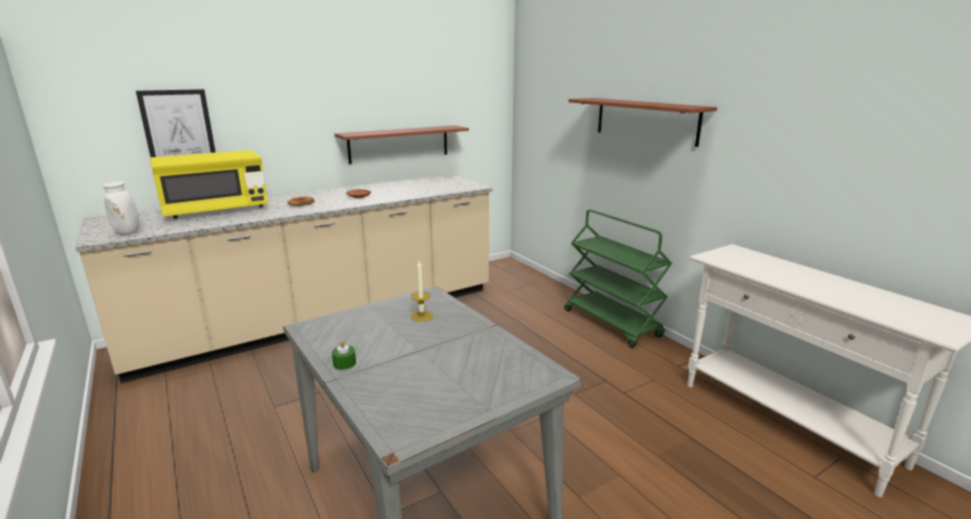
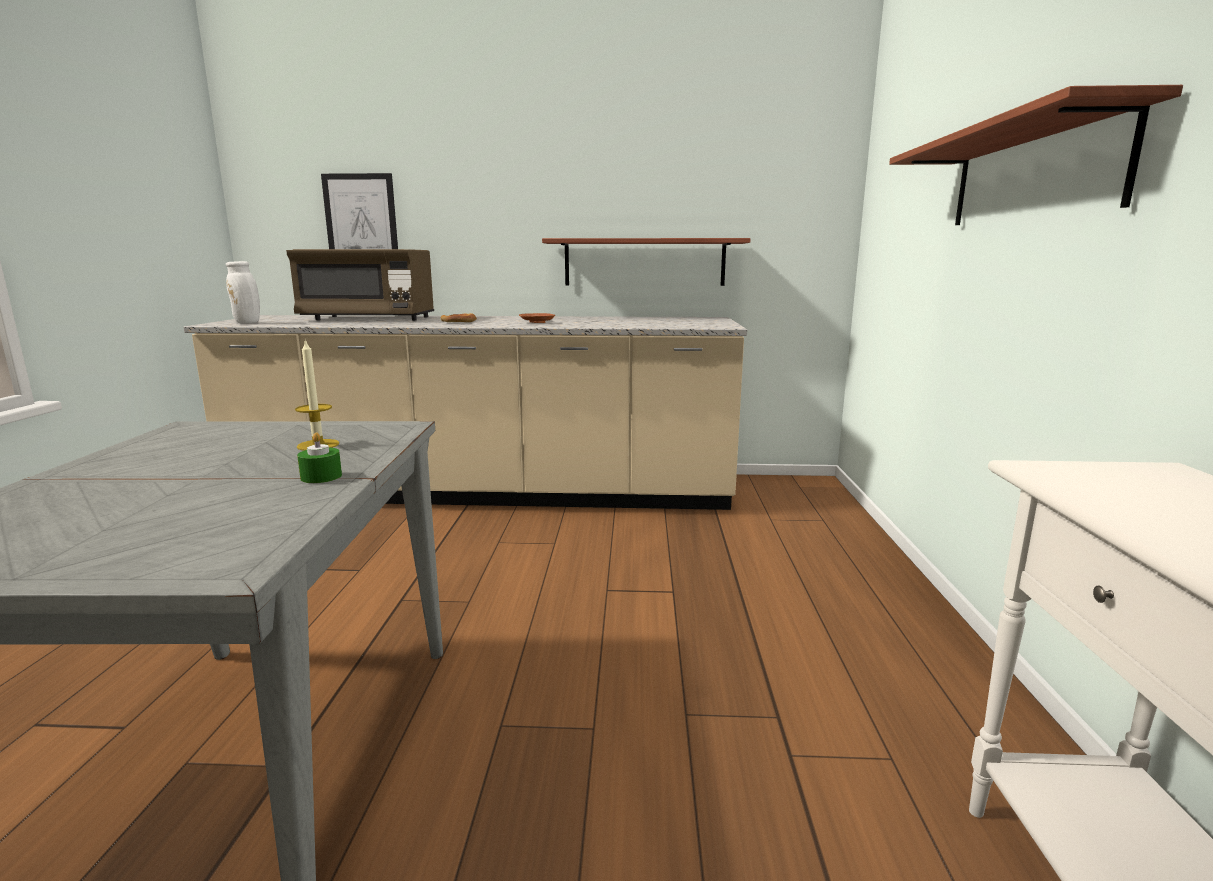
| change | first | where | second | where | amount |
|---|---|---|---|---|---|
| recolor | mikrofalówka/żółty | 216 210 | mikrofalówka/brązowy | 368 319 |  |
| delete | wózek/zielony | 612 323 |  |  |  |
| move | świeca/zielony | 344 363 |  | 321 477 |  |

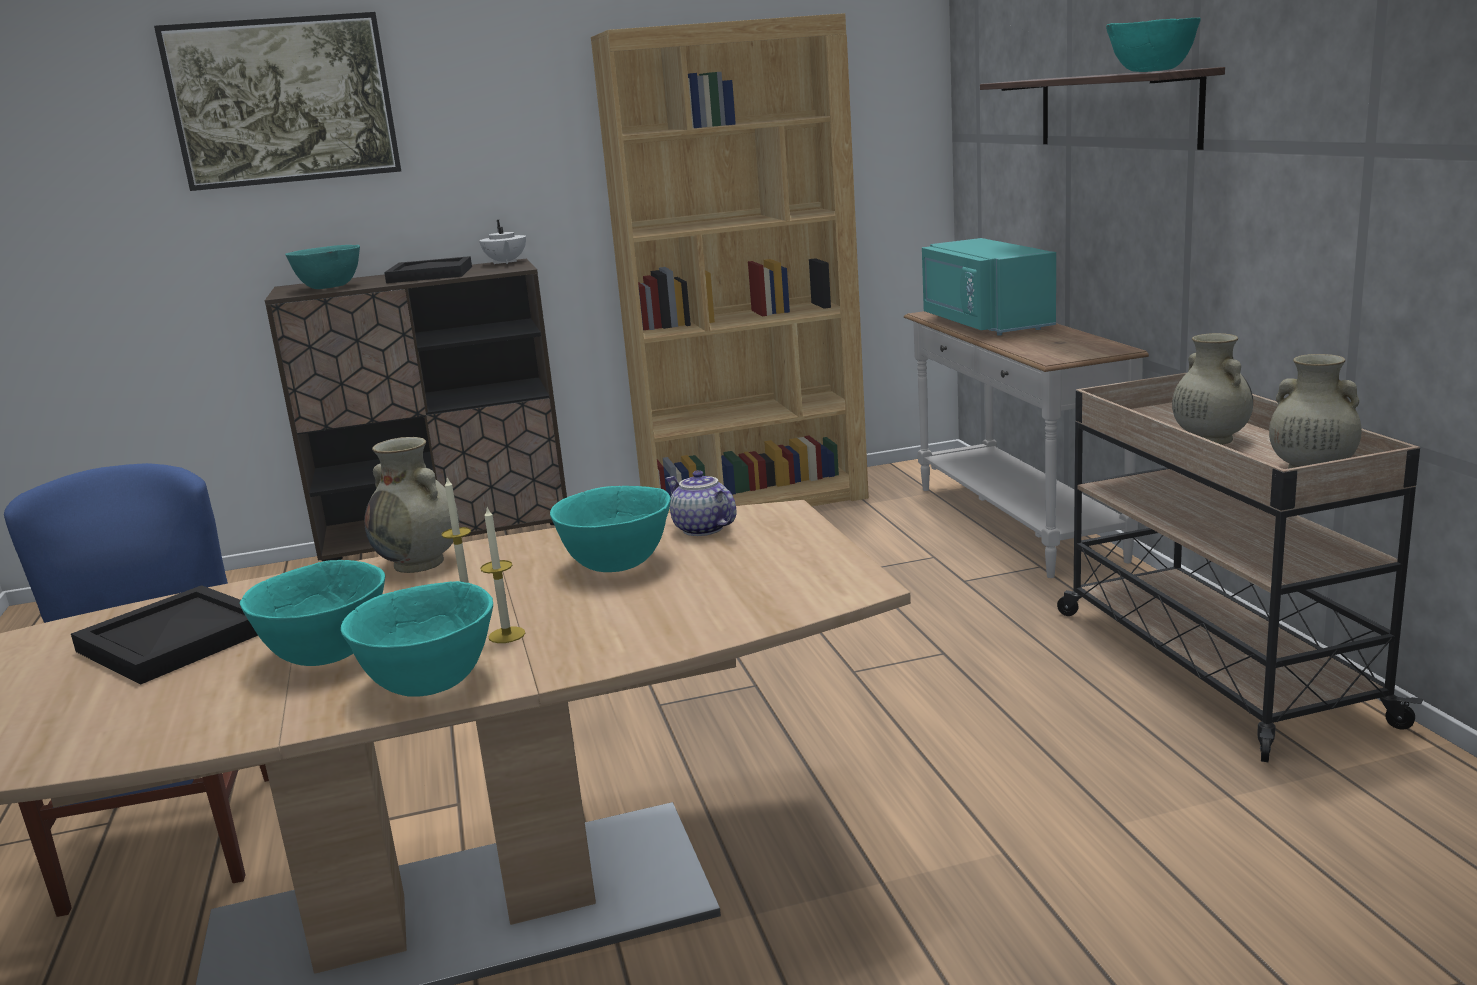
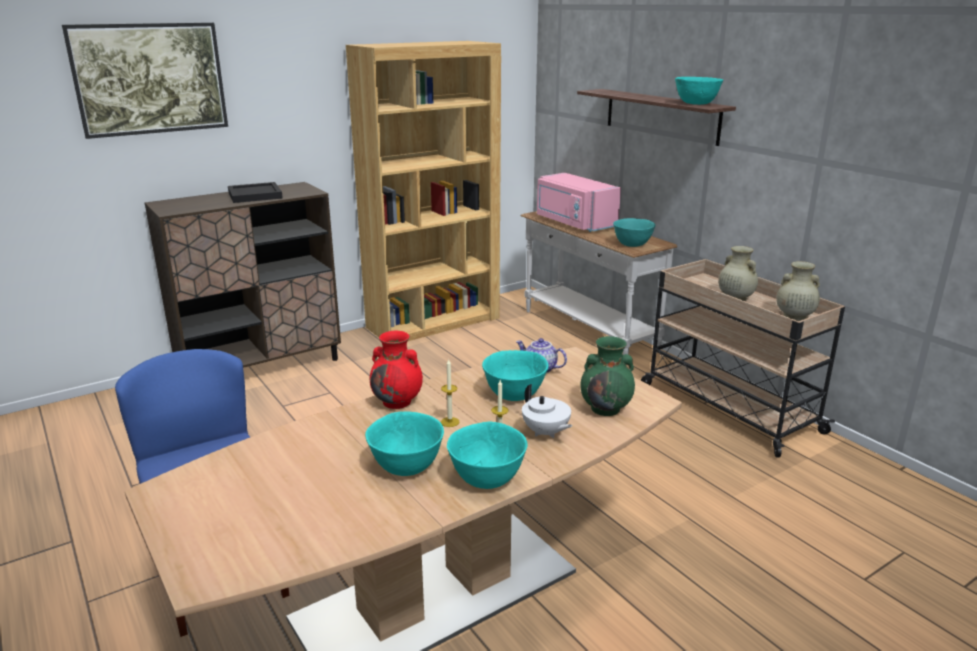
| change | first | where | second | where | amount |
|---|---|---|---|---|---|
| move | imbryk/biały | 505 262 |  | 545 433 |  |
| recolor | mikrofalówka/turkusowy | 983 324 | mikrofalówka/różowy | 574 223 |  |
| move | miska/turkusowy | 329 287 |  | 633 245 |  |
| recolor | wazon/beżowy | 420 563 | wazon/czerwony | 398 402 |  |
| delete | taca/czarny | 174 641 |  |  |  |
| insert |  |  | wazon/zielony | 606 408 |  |

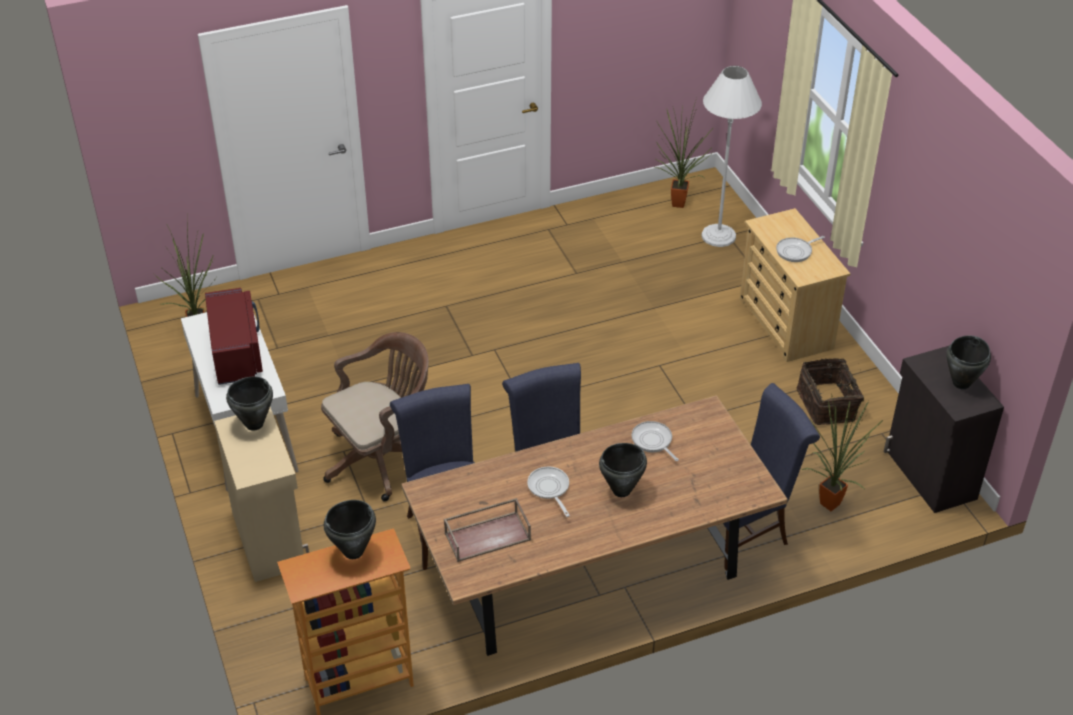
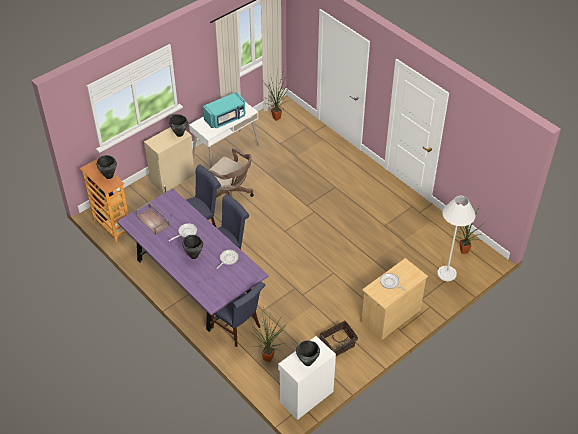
| change | first | where | second | where | amount |
|---|---|---|---|---|---|
| recolor | mikrofalówka/czerwony | 237 353 | mikrofalówka/turkusowy | 225 118 |  |
| recolor | szafka/czarny | 929 475 | szafka/biały | 305 396 |  |
| recolor | stół jadalny/brązowy | 590 569 | stół jadalny/fioletowy | 194 280 |  |

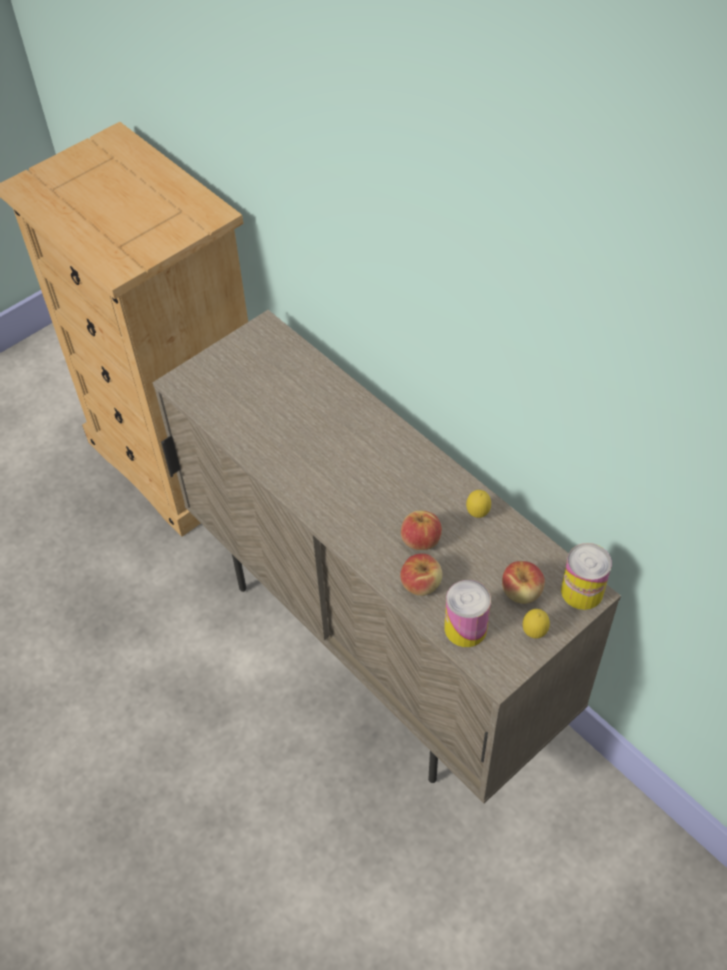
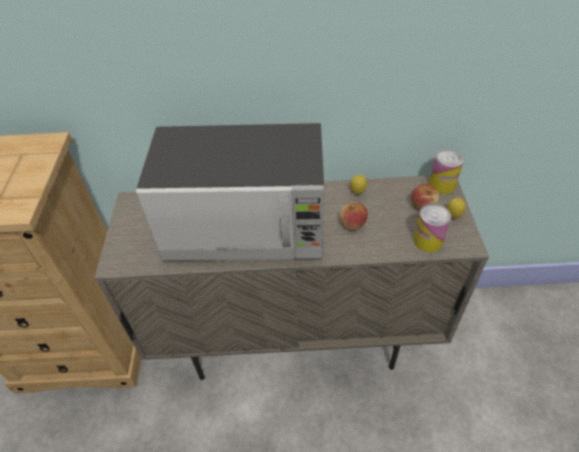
| change | first | where | second | where | amount |
|---|---|---|---|---|---|
| delete | jabłko | 421 584 |  |  |  |
| insert |  |  | mikrofalówka | 246 226 |  |

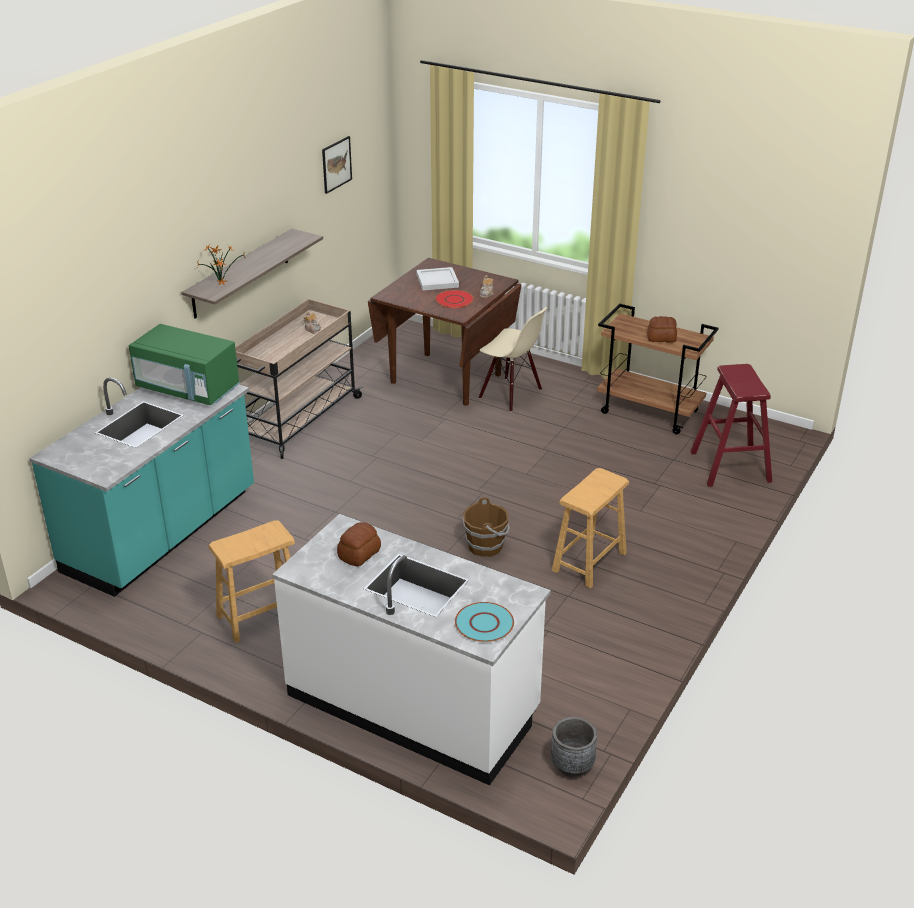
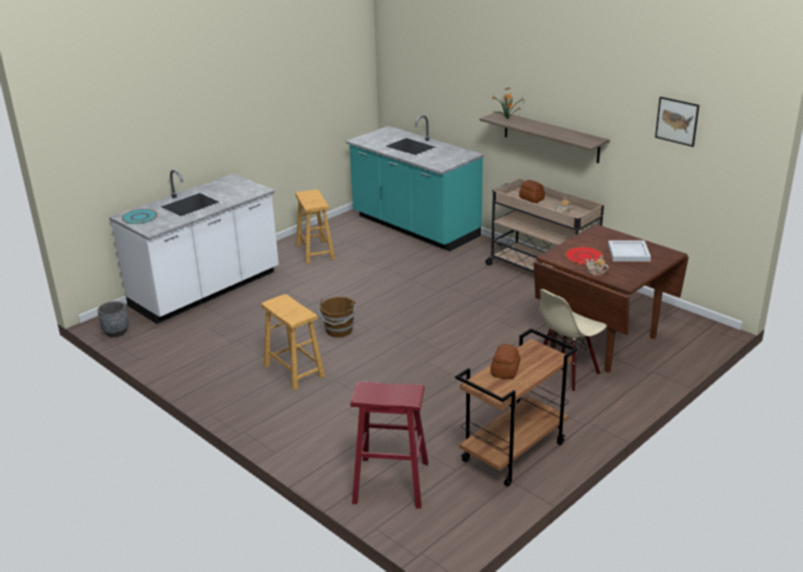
| change | first | where | second | where | amount |
|---|---|---|---|---|---|
| delete | mikrofalówka/zielony | 188 389 |  |  |  |
| move | chleb | 360 554 |  | 531 199 |  |

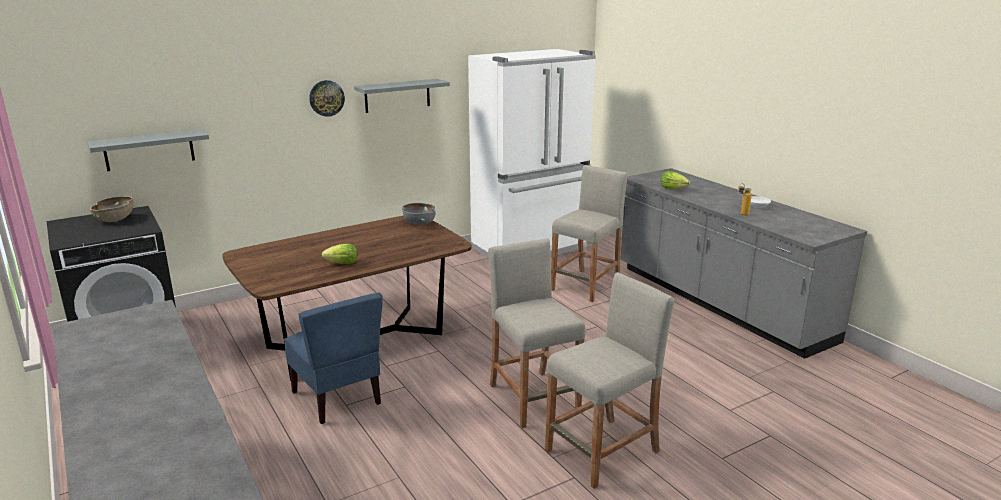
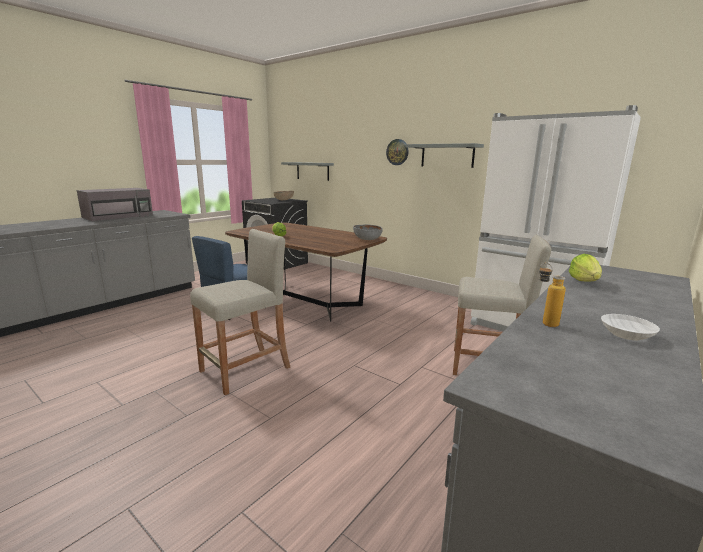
| change | first | where | second | where | amount |
|---|---|---|---|---|---|
| delete | stołek/beżowy | 603 451 |  |  |  |
| insert |  |  | mikrofalówka/szary | 119 216 |  |

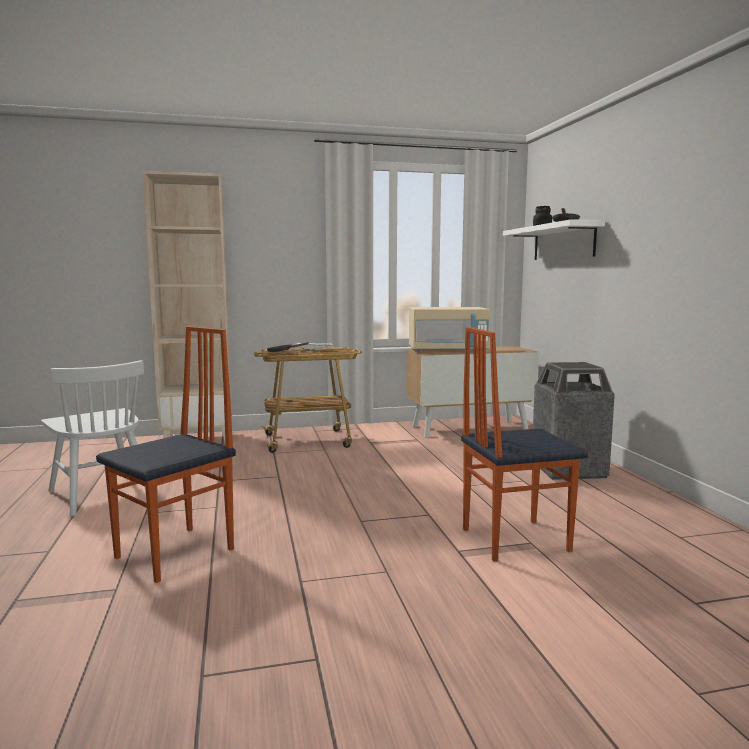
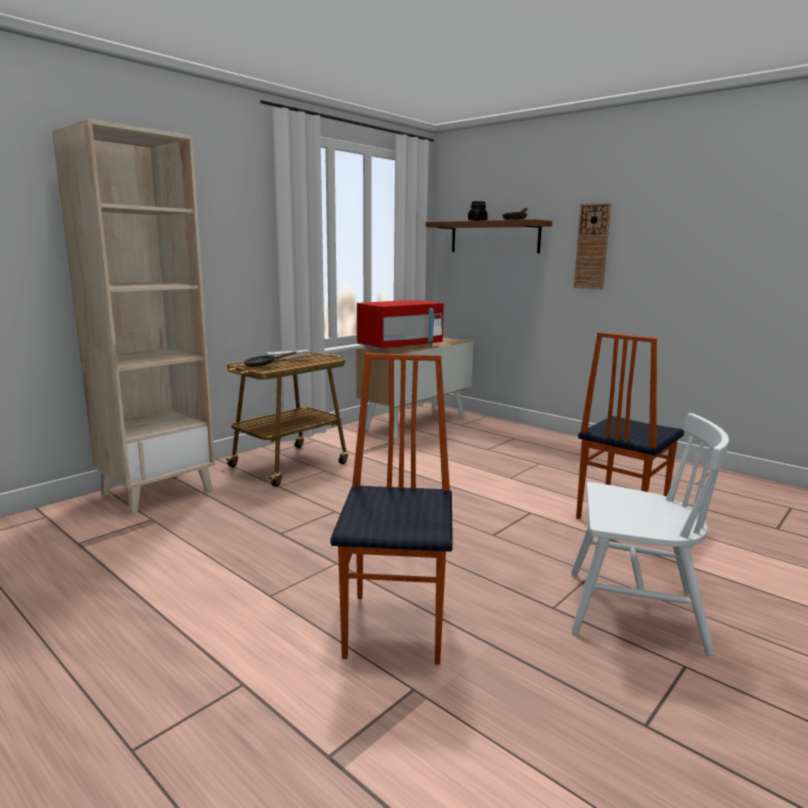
| change | first | where | second | where | amount |
|---|---|---|---|---|---|
| recolor | półka/biały | 563 242 | półka/brązowy | 494 237 |  |
| recolor | mikrofalówka/beżowy | 448 351 | mikrofalówka/czerwony | 400 347 |  |
| move | krzesło/biały | 101 494 |  | 633 611 |  |
| delete | kosz na śmieci | 568 470 |  |  |  |
| insert |  |  | zegar ścienny | 592 246 |  |

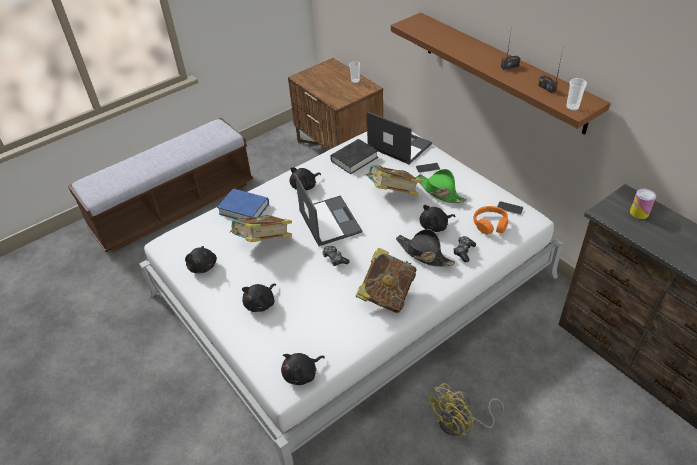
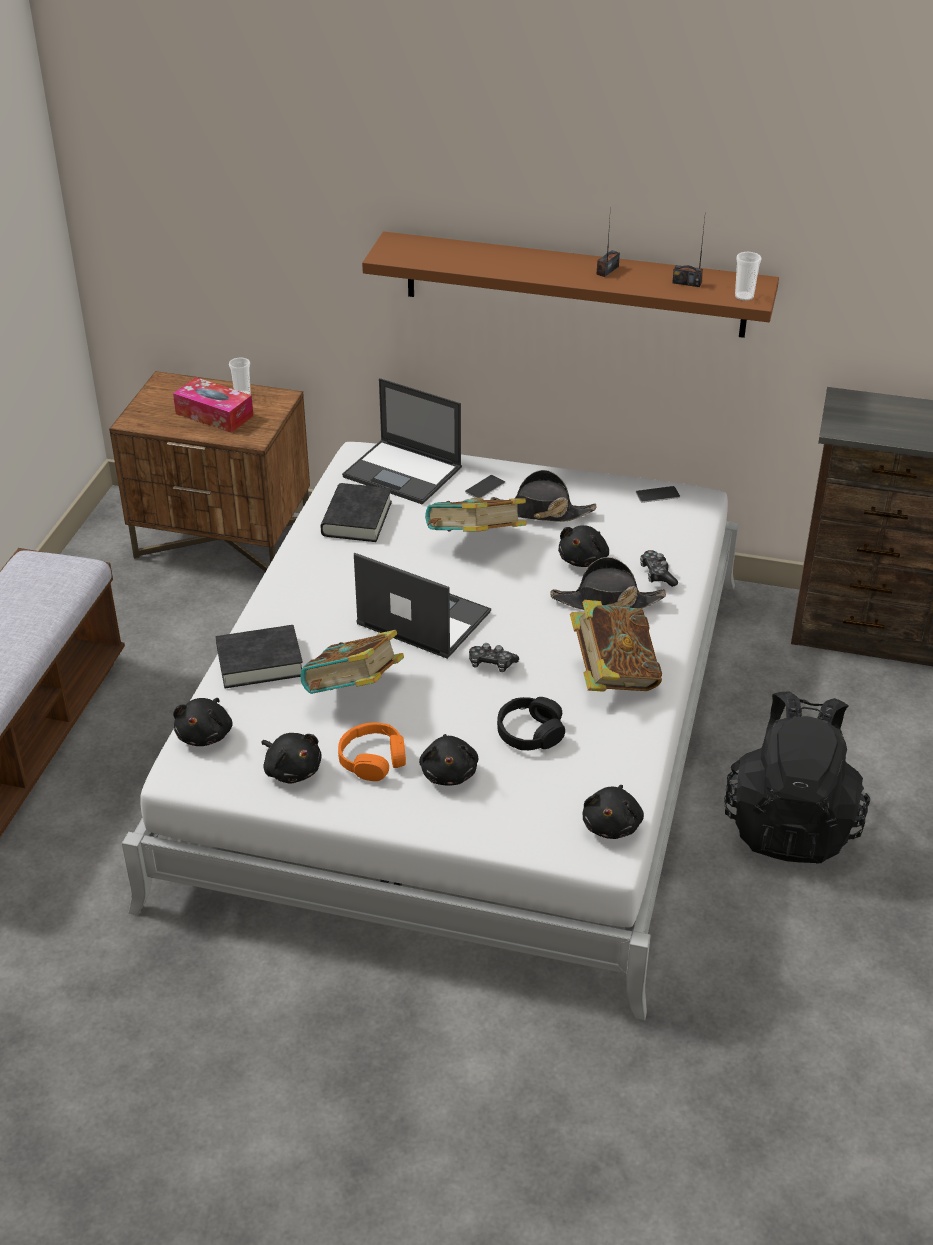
| change | first | where | second | where | amount |
|---|---|---|---|---|---|
| rotate | laptop | 398 145 |  | 404 472 | 150 degrees counterclockwise |
| move | pluszak/czarny | 305 186 |  | 206 734 |  |
| recolor | kapelusz/zielony | 440 191 | kapelusz/czarny | 541 511 |  |
| delete | puszka | 639 212 |  |  |  |
| recolor | książka/niebieski | 244 209 | książka/czarny | 260 662 |  |
| move | słuchawki/pomarańczowy | 490 224 |  | 373 759 |  |
| replace | wentylator/żółty | 460 423 | plecak/czarny | 790 822 |  |
| insert |  |  | pudełko chusteczek | 214 414 |  |
| insert |  |  | słuchawki/czarny | 530 733 |  |

